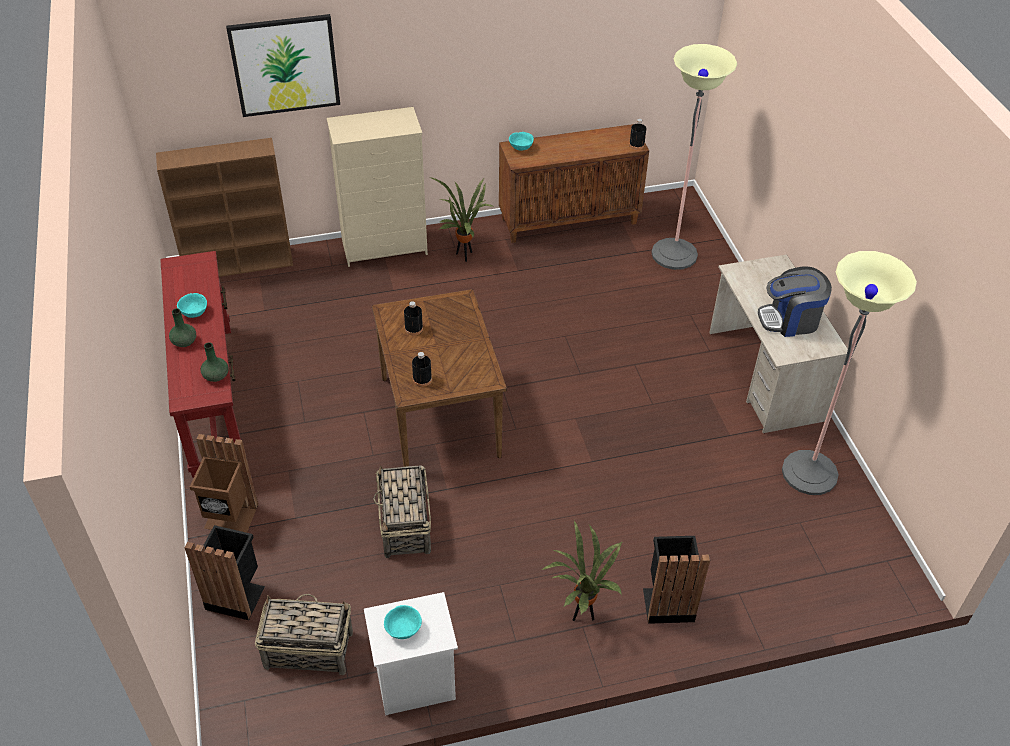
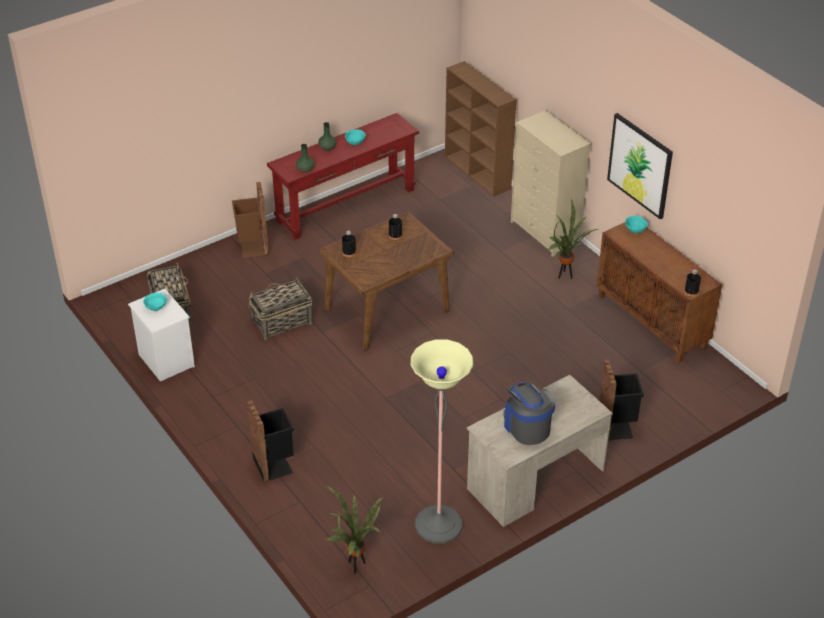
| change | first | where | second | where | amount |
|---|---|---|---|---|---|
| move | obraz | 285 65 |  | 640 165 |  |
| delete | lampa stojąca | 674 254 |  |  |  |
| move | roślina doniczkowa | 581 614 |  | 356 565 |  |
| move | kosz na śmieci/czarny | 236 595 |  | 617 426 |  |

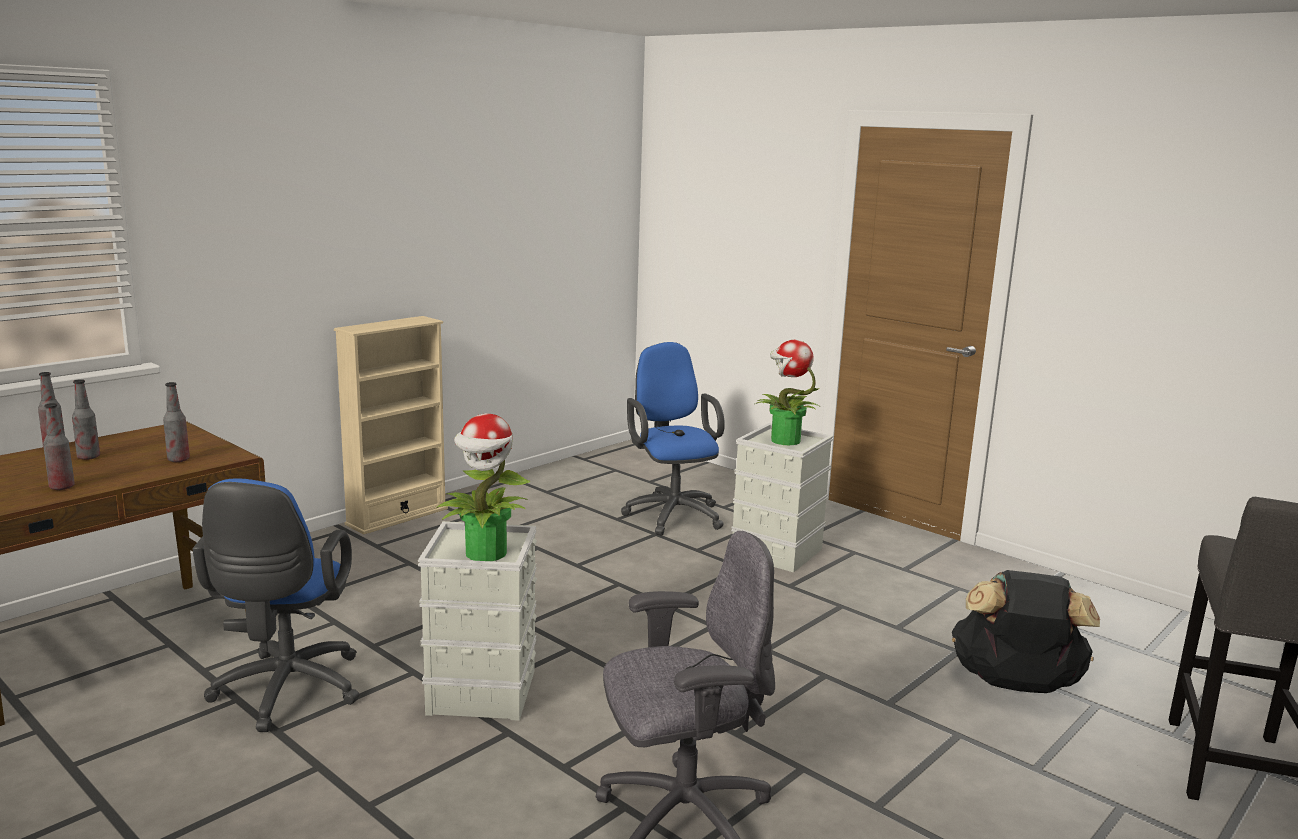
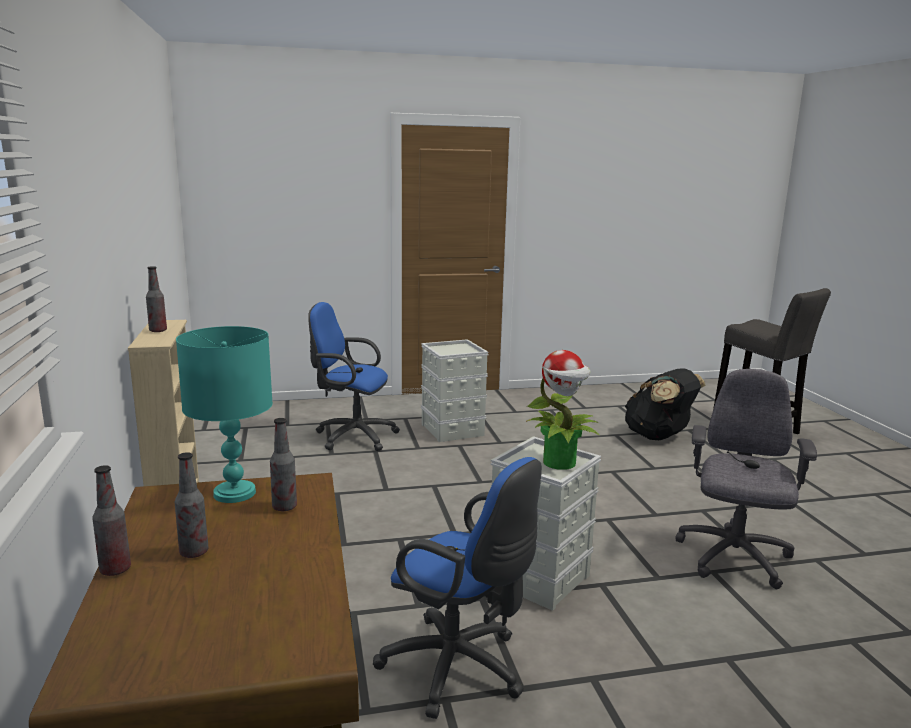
| change | first | where | second | where | amount |
|---|---|---|---|---|---|
| delete | roślina doniczkowa | 784 440 |  |  |  |
| move | butelka | 62 487 |  | 158 331 |  |
| insert |  |  | lampa stołowa/turkusowy | 233 493 |  |

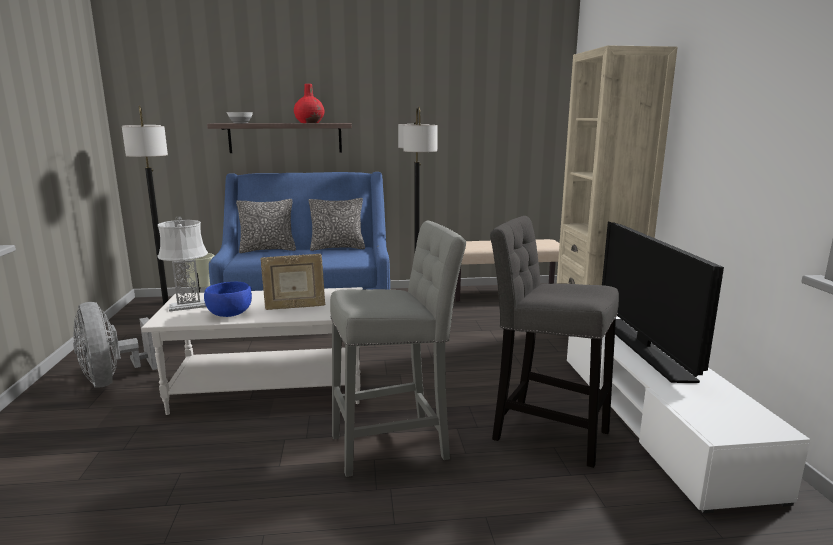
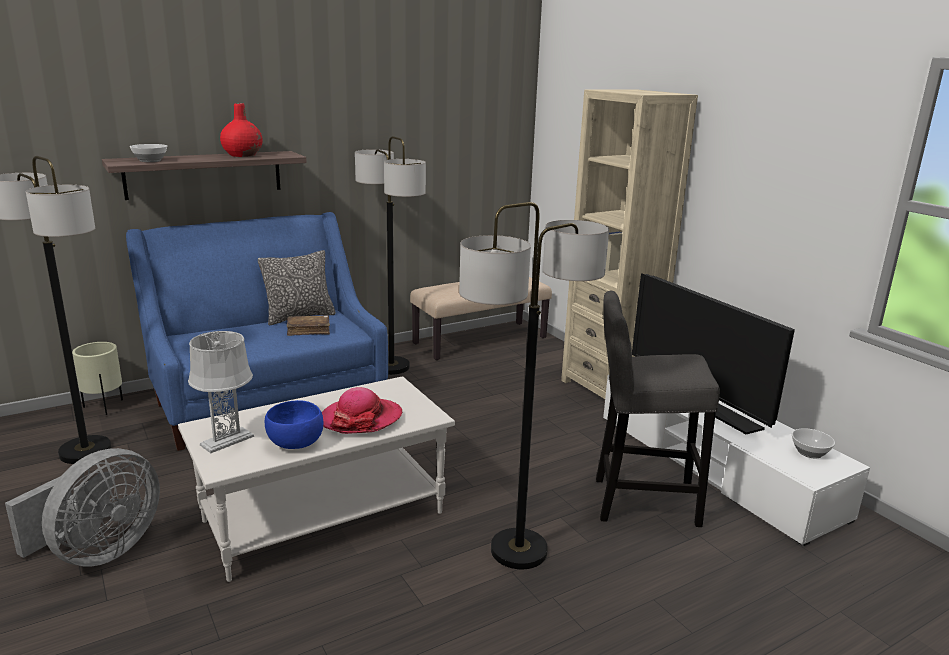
| change | first | where | second | where | amount |
|---|---|---|---|---|---|
| delete | poduszka | 268 250 |  |  |  |
| replace | stołek/szary | 396 445 | lampa stojąca | 519 550 |  |
| replace | ramka na zdjęcie | 294 307 | kapelusz | 361 419 |  |
| rotate | wentylator/szary | 114 379 |  | 99 552 | 90 degrees counterclockwise |
| insert |  |  | książka/brązowy | 308 330 |  |
| insert |  |  | miska | 810 453 |  |

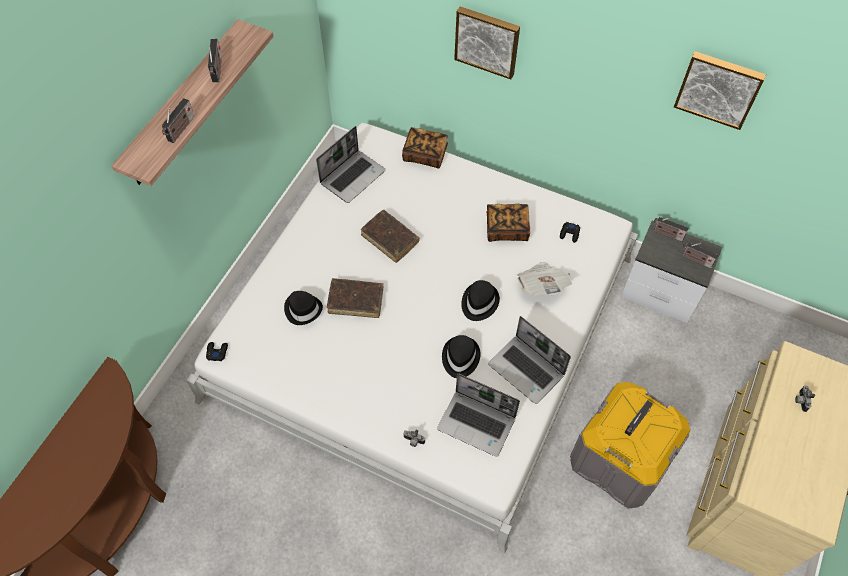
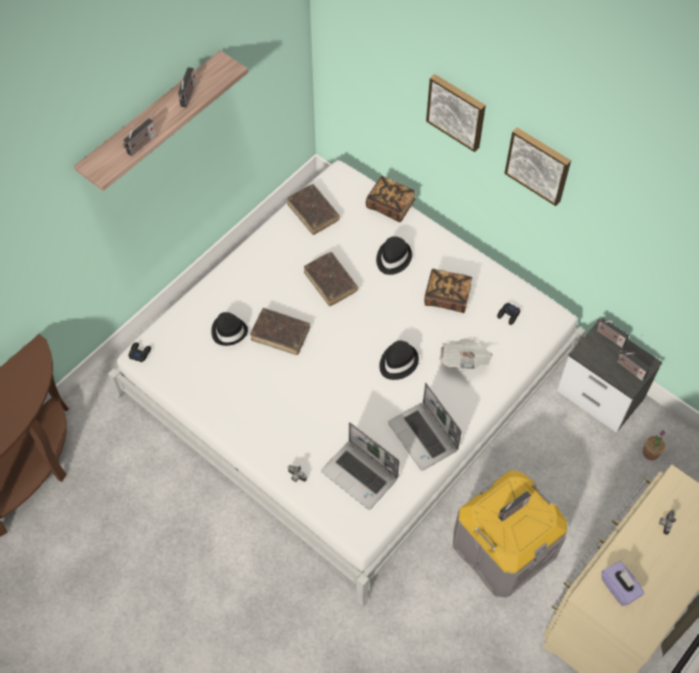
| change | first | where | second | where | amount |
|---|---|---|---|---|---|
| move | obraz | 719 88 |  | 539 164 |  |
| replace | laptop | 352 176 | książka/brązowy | 313 212 |  |
| move | kapelusz/czarny | 460 358 |  | 393 258 |  |
| insert |  |  | roślina doniczkowa | 650 453 |  |
| insert |  |  | pudełko chusteczek/fioletowy | 619 588 |  |

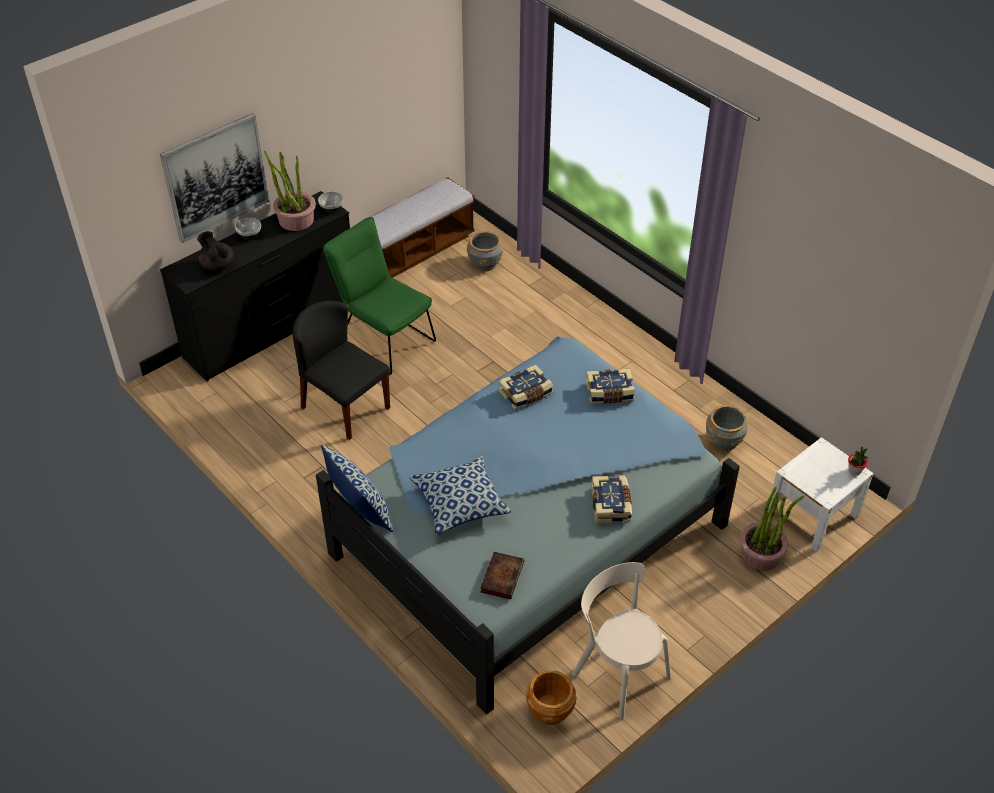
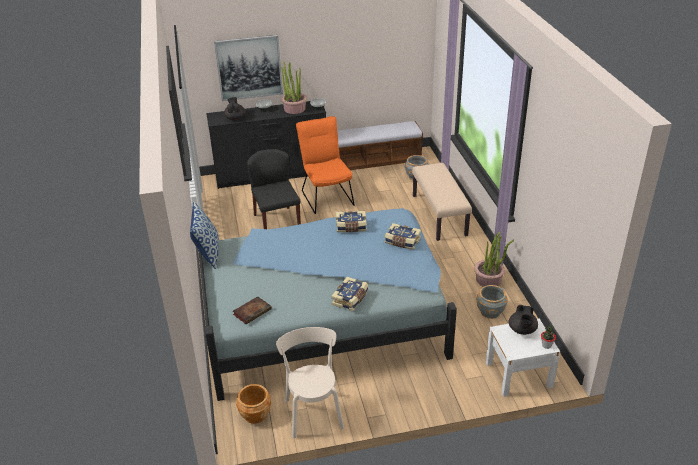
| change | first | where | second | where | amount |
|---|---|---|---|---|---|
| recolor | krzesło/zielony | 383 339 | krzesło/pomarańczowy | 326 196 |  |
| delete | poduszka | 459 503 |  |  |  |
| move | roślina doniczkowa | 761 554 |  | 488 279 |  |
| insert |  |  | ławka/beżowy | 440 215 |  |
| insert |  |  | imbryk/czarny | 522 330 |  |

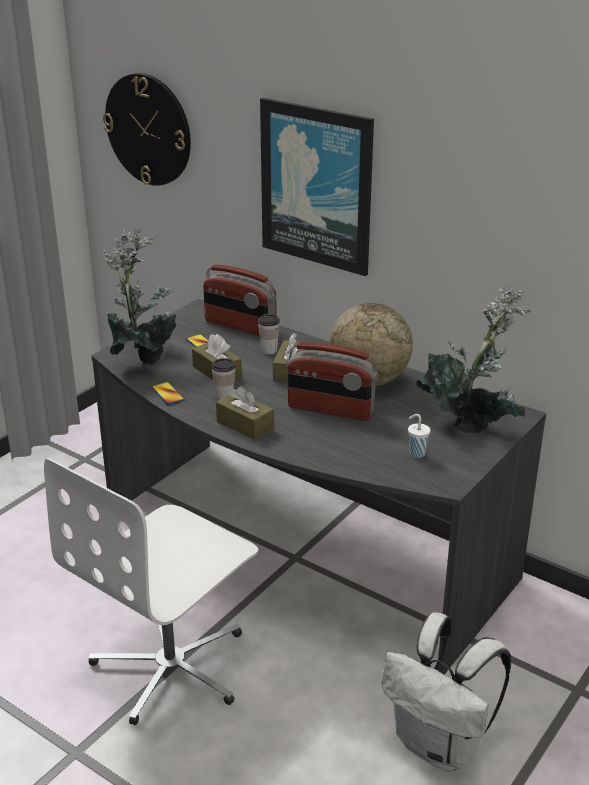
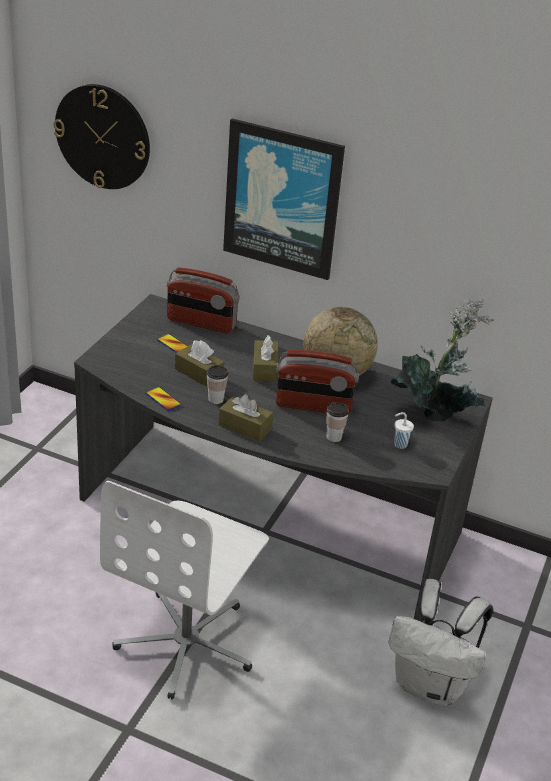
| change | first | where | second | where | amount |
|---|---|---|---|---|---|
| delete | roślina doniczkowa | 143 359 |  |  |  |
| move | filiżanka | 269 350 |  | 334 437 |  |

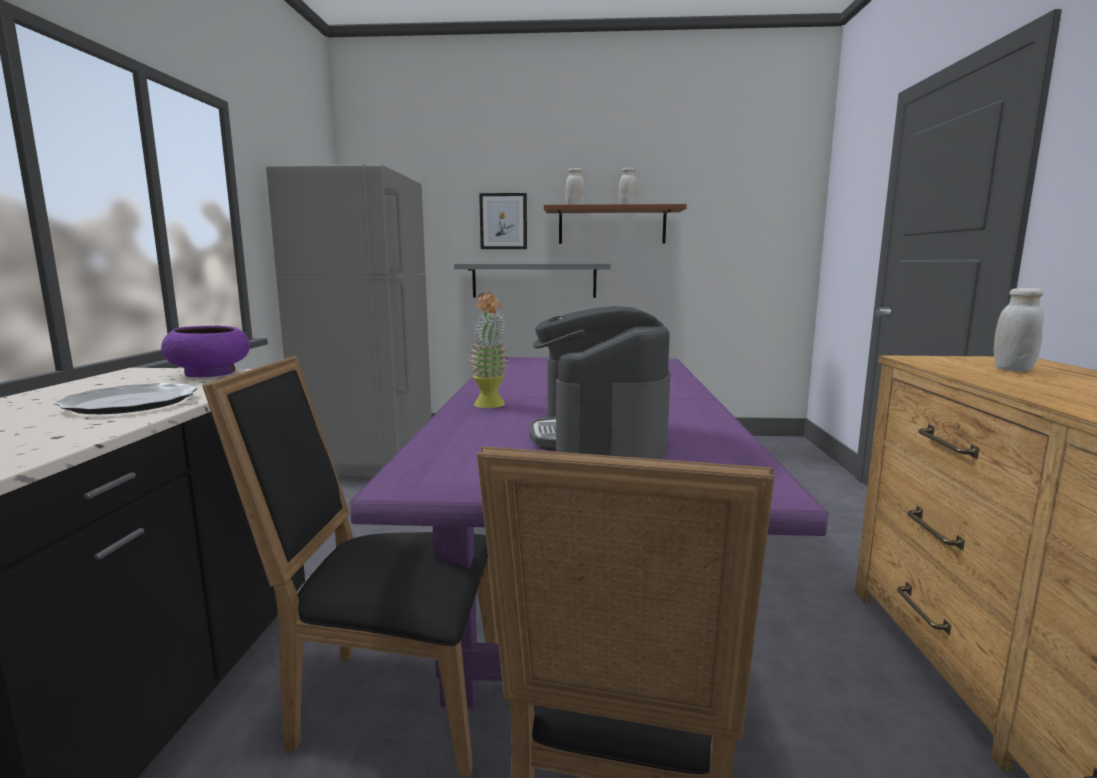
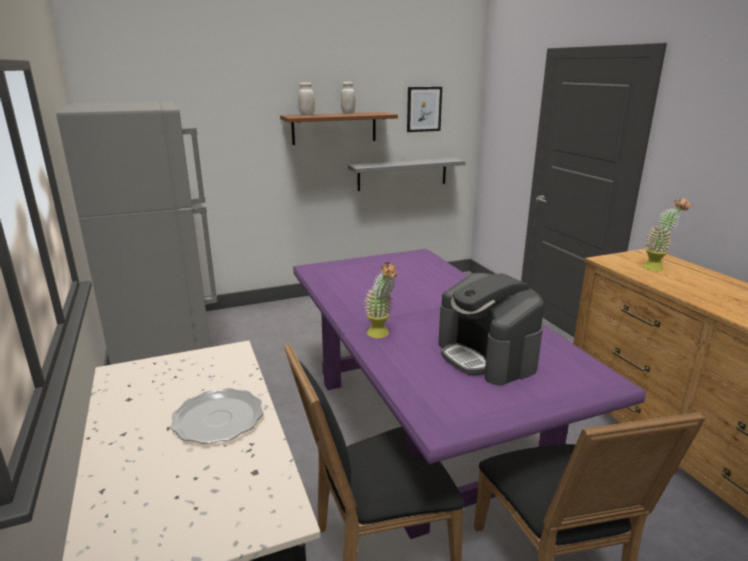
| change | first | where | second | where | amount |
|---|---|---|---|---|---|
| move | obraz | 503 221 |  | 424 109 |  |
| move | półka/szary | 534 280 |  | 402 174 |  |
| replace | słoik/biały | 1012 369 | roślina doniczkowa | 657 267 |  |
| delete | miska/fioletowy | 211 373 |  |  |  |

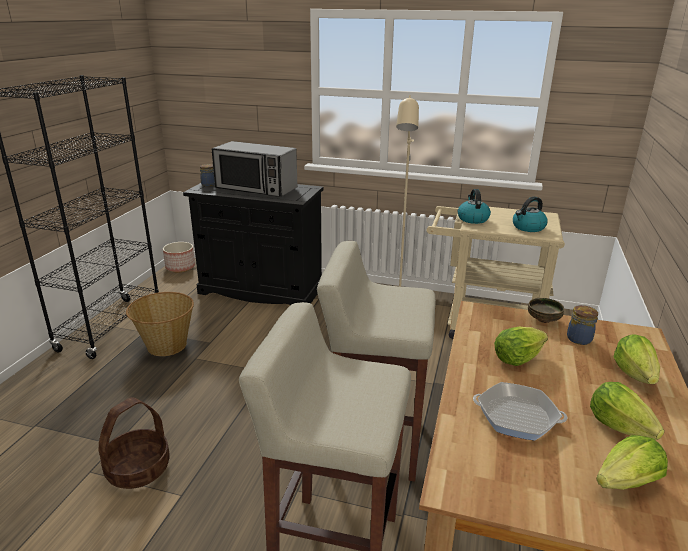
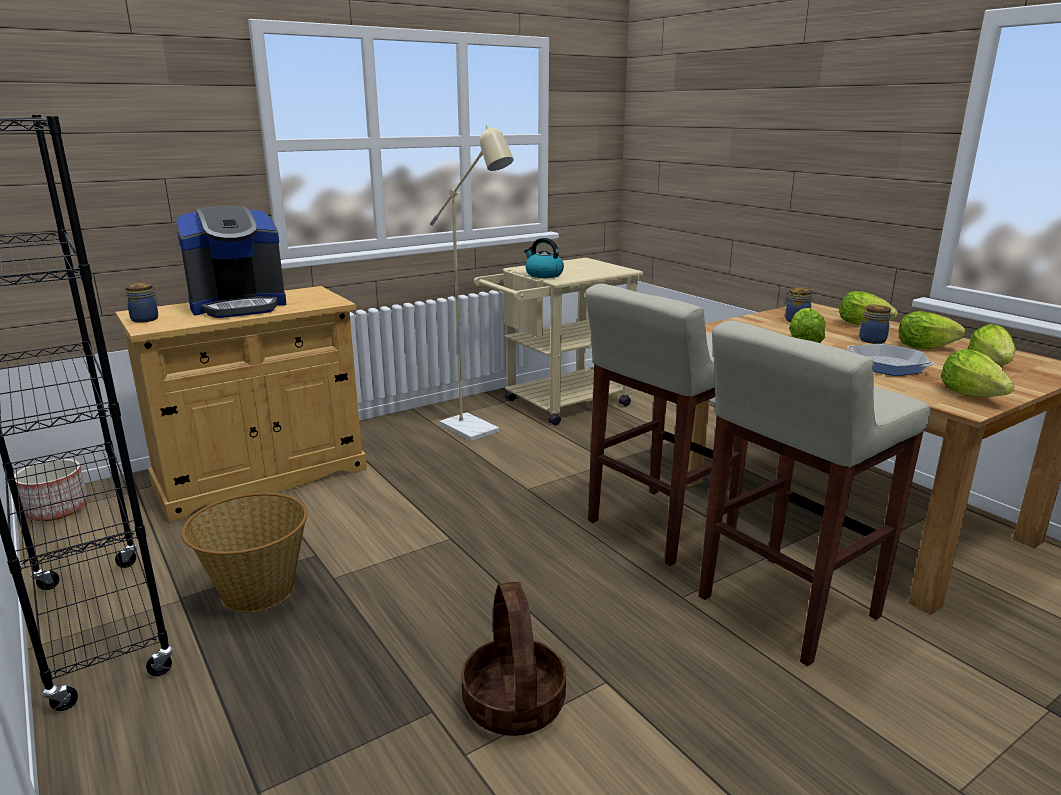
| change | first | where | second | where | amount |
|---|---|---|---|---|---|
| replace | mikrofalówka | 256 188 | ekspres do kawy | 238 306 |  |
| recolor | szafka/czarny | 261 290 | szafka/beżowy | 261 477 |  |
| delete | czajnik | 528 227 |  |  |  |
| delete | miska | 543 320 |  |  |  |
| rotate | patelnia | 517 416 |  | 887 365 | 75 degrees clockwise |
| insert |  |  | słoik | 871 340 |  |
| insert |  |  | sałata | 971 395 |  |

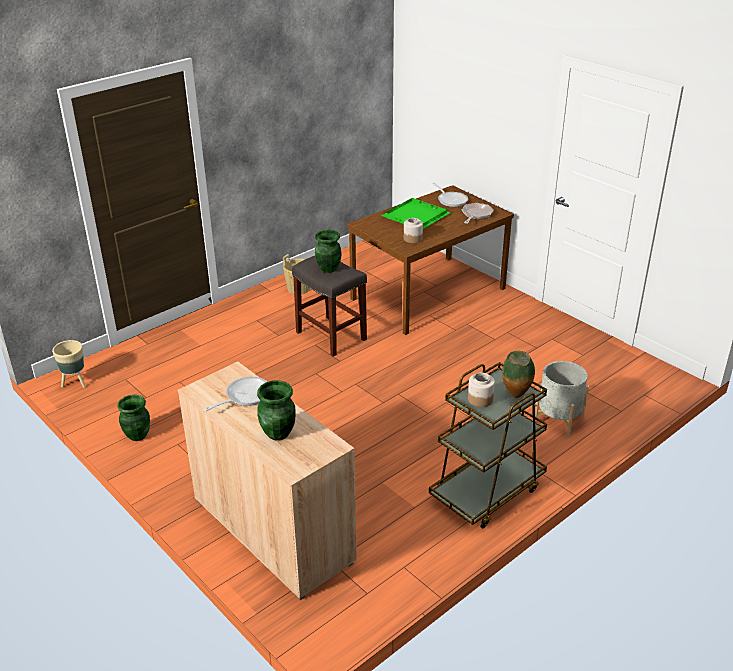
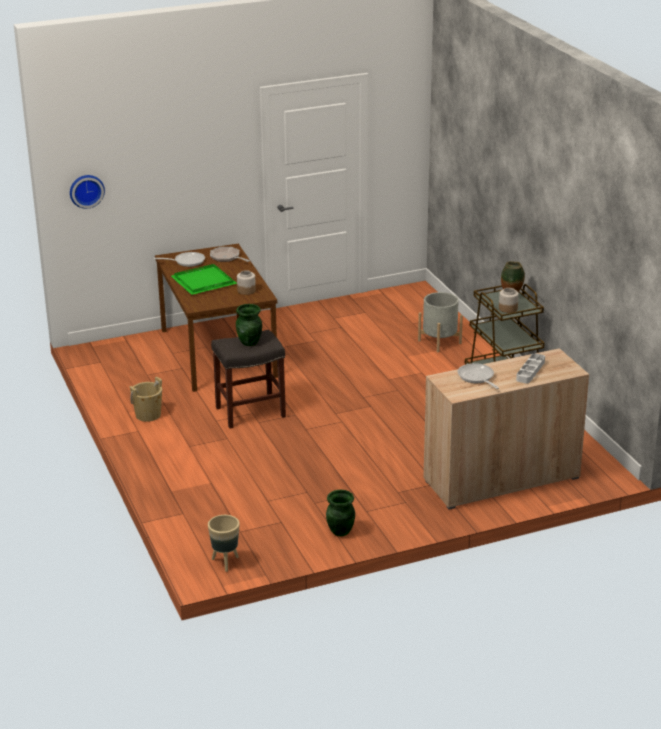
| change | first | where | second | where | amount |
|---|---|---|---|---|---|
| replace | wazon/zielony | 278 433 | taca/biały | 530 371 |  |
| insert |  |  | zegar ścienny | 86 190 |  |

